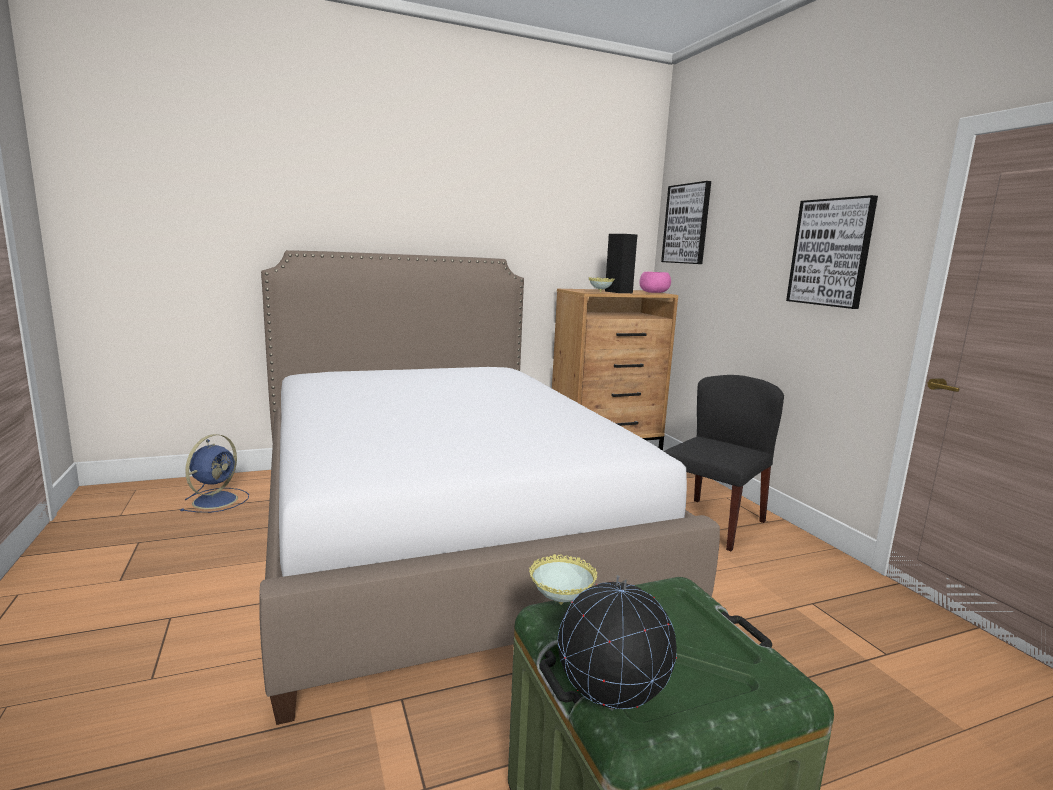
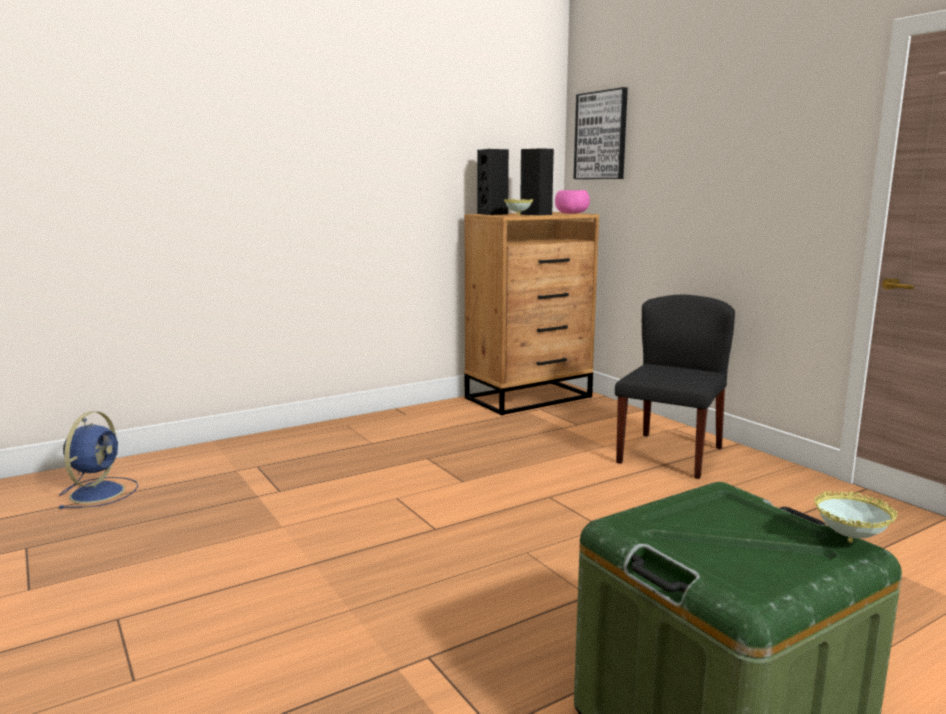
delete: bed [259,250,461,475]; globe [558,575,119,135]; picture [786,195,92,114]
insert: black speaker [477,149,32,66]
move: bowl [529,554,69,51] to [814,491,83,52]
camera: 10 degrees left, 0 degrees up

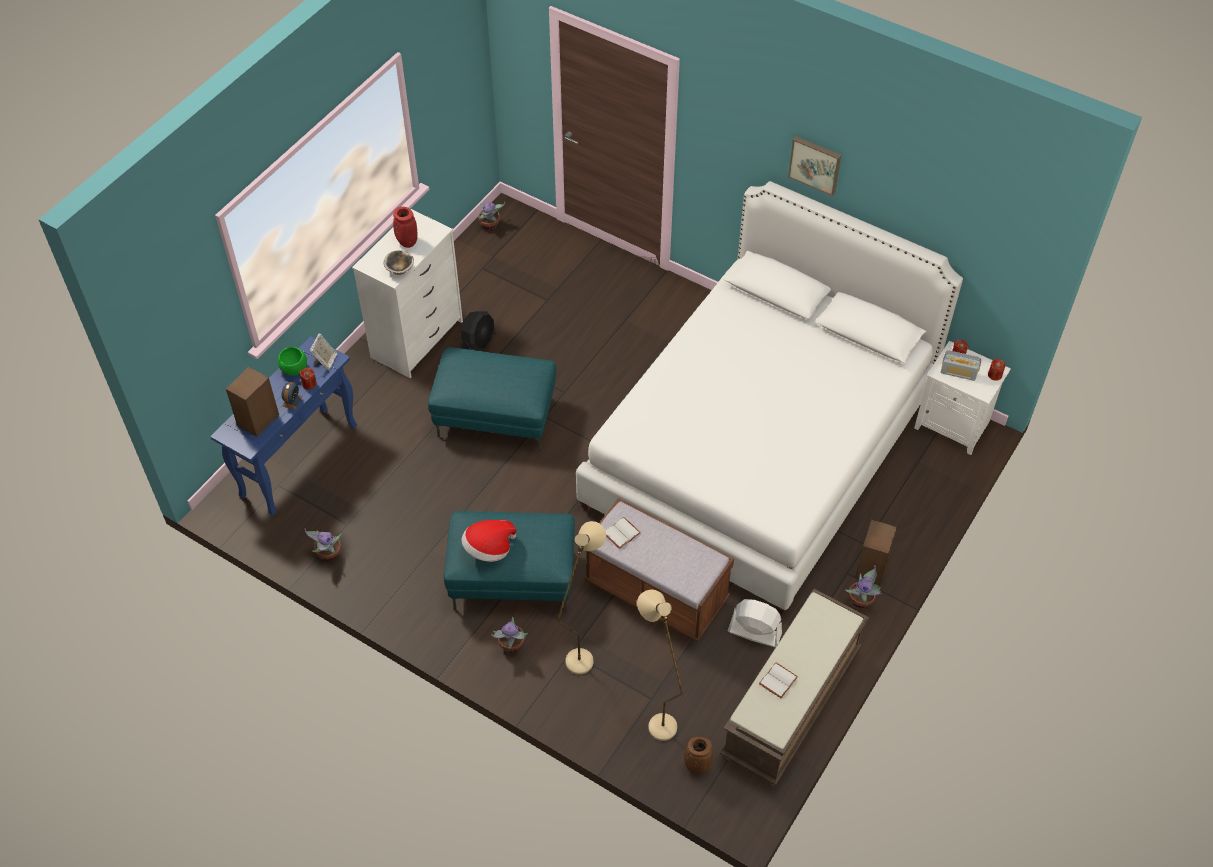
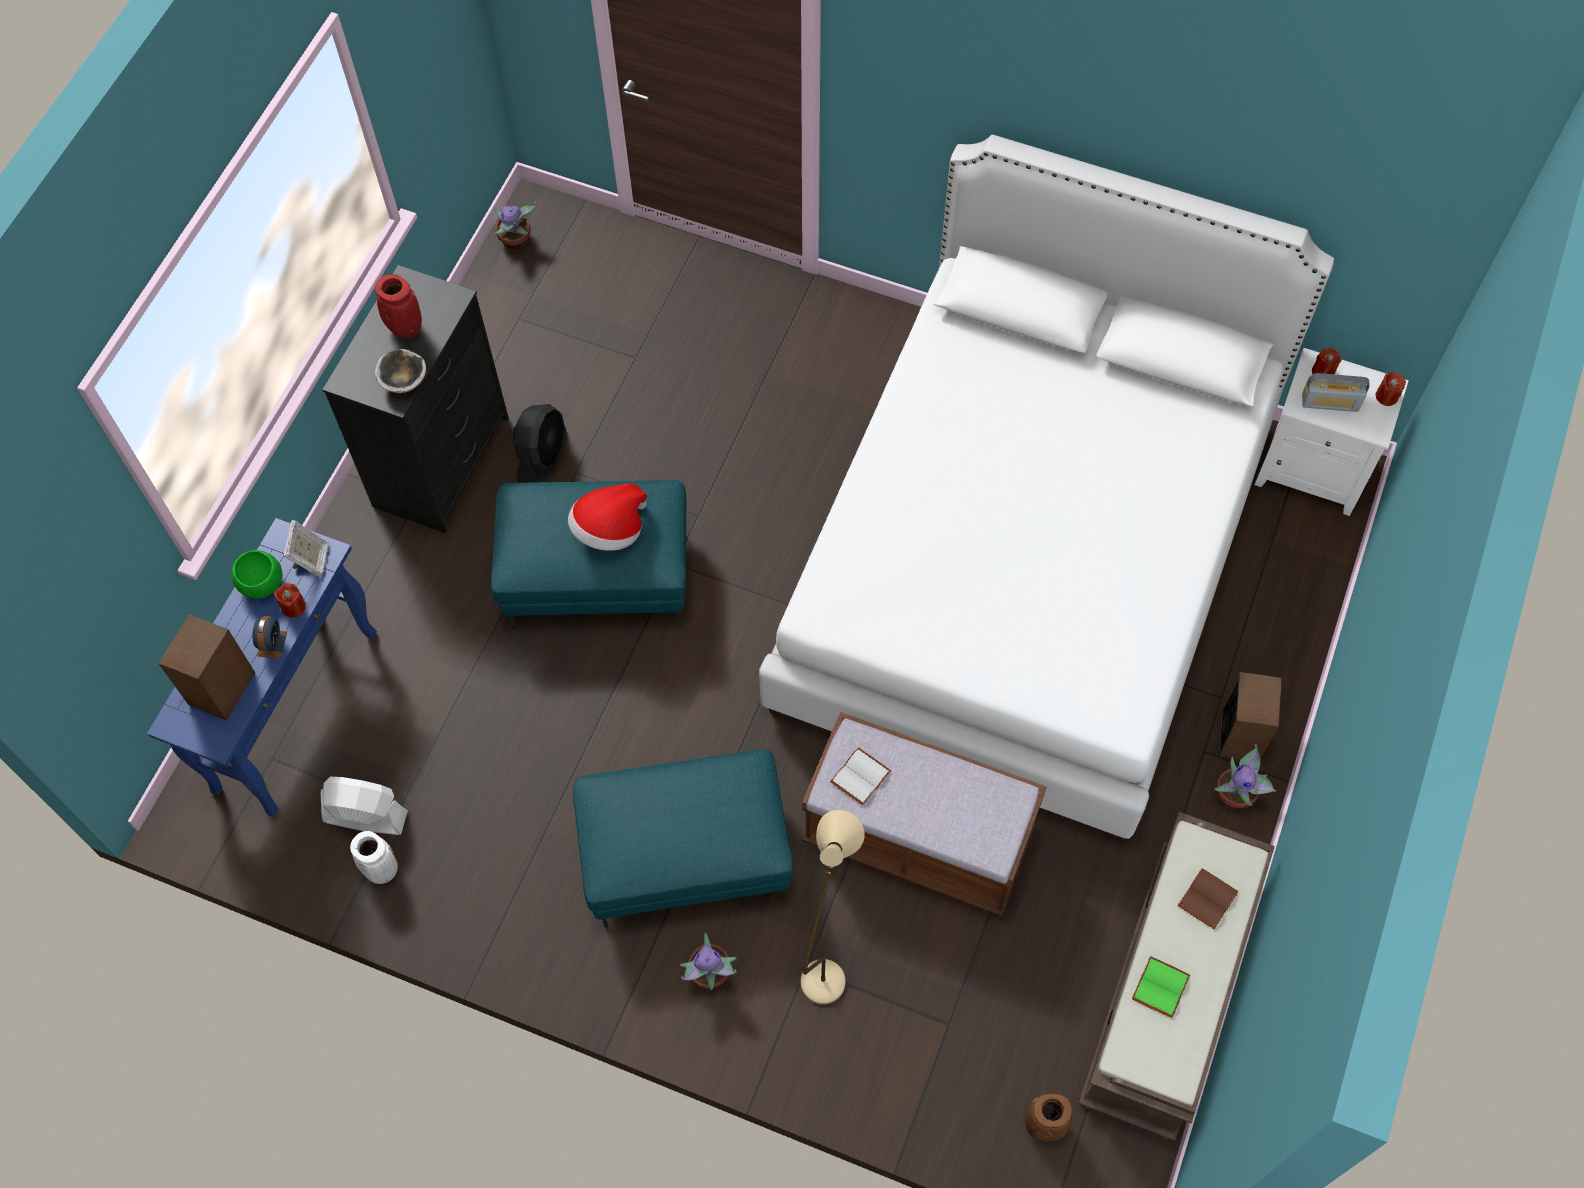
delete: beige floor lamp [637,590,46,151]; picture [788,136,53,60]
insert: brown book [1178,868,61,61]
move: hat [462,520,55,42] to [568,483,79,68]; white fan [728,599,54,48] to [321,777,87,58]
replace: potted plant [304,528,37,33] to white vase [350,831,48,53]
recolor: white dresser [352,209,111,169] to black dresser [322,265,187,268]; white book [759,663,39,35] to green book [1132,956,58,62]
camera: 10 degrees left, 10 degrees up

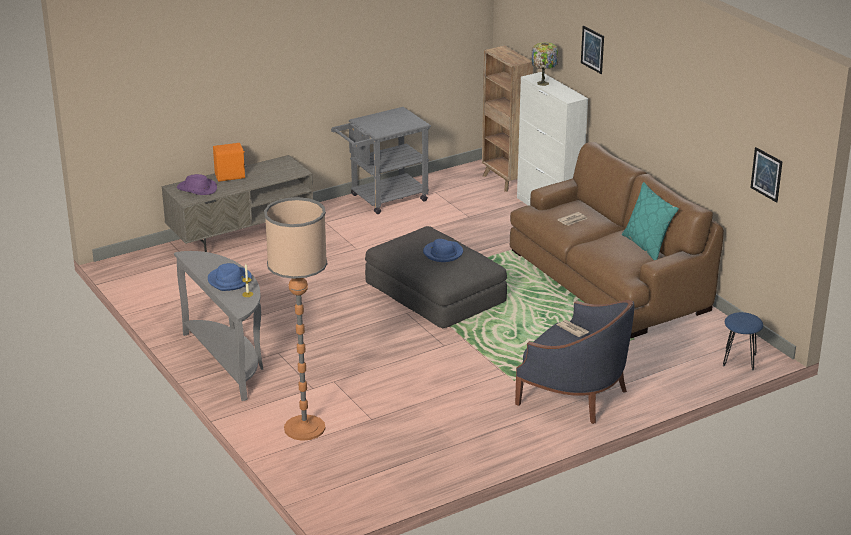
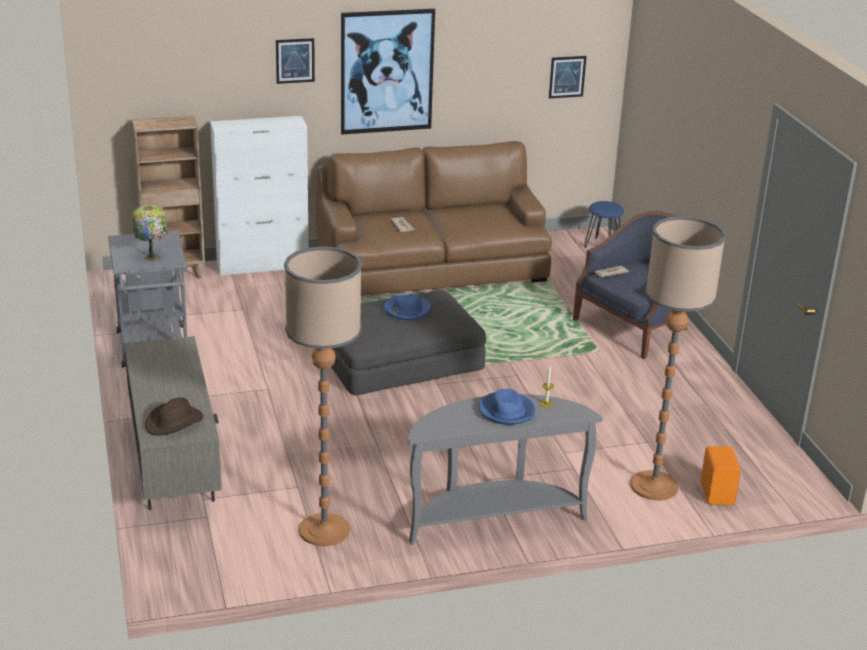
delete: turquoise pillow [622,182,57,78]
insert: floor lamp [284,246,78,300]; picture [341,9,94,125]
move: orange speaker [213,143,33,39] to [701,446,40,59]; table lamp [532,42,26,44] to [132,205,36,56]
recolor: purple hat [177,174,40,21] to brown hat [145,398,58,38]
camera: 75 degrees left, 0 degrees up

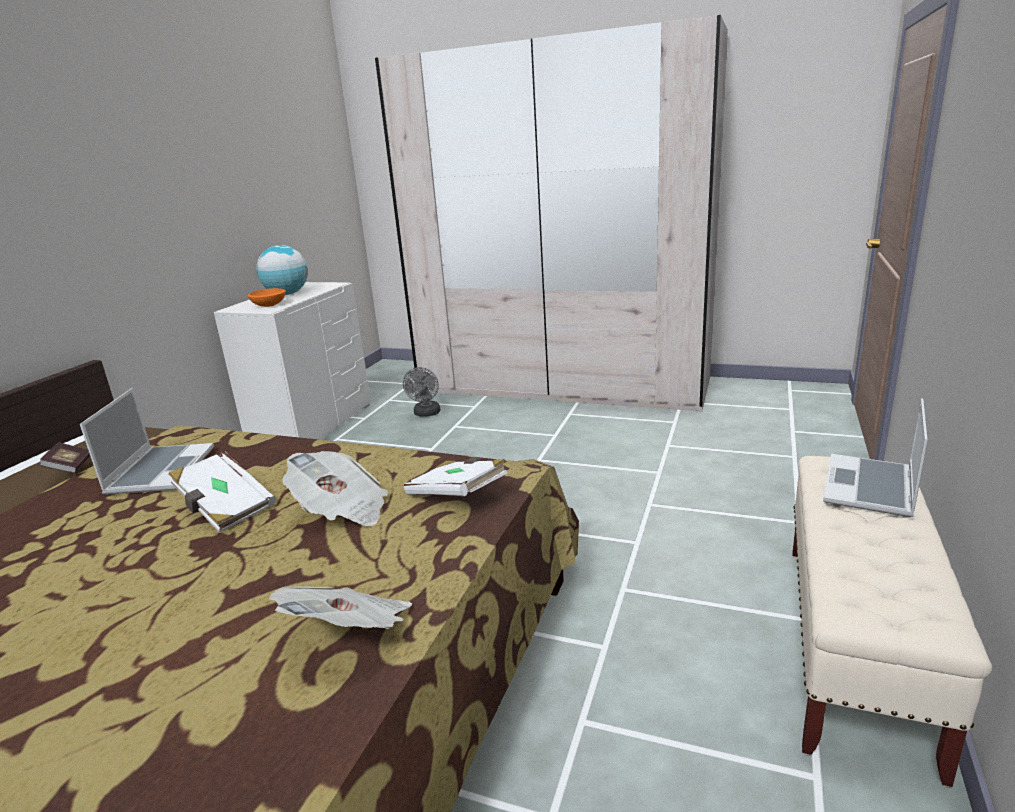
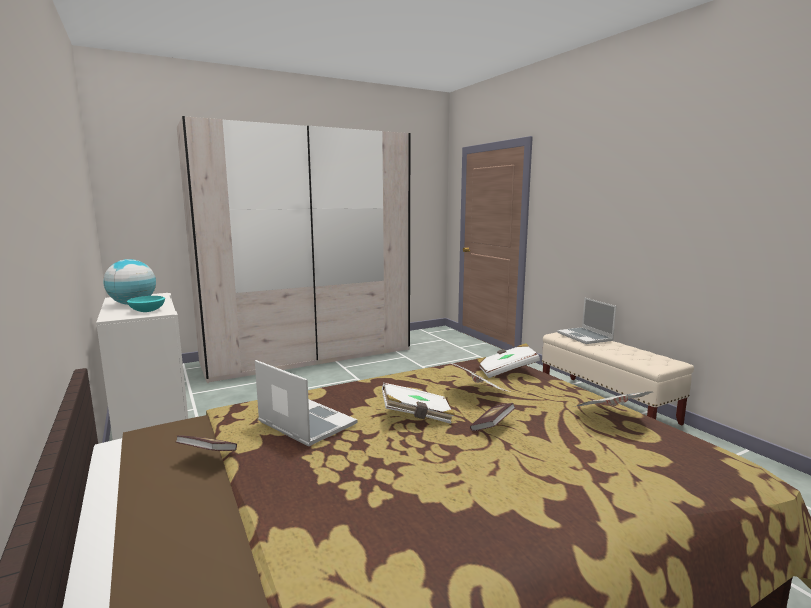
delete: grey fan [403,367,37,50]
insert: book [470,403,46,28]
recolor: orange bowl [248,288,38,19] to turquoise bowl [127,296,38,16]
camera: 50 degrees left, 10 degrees down

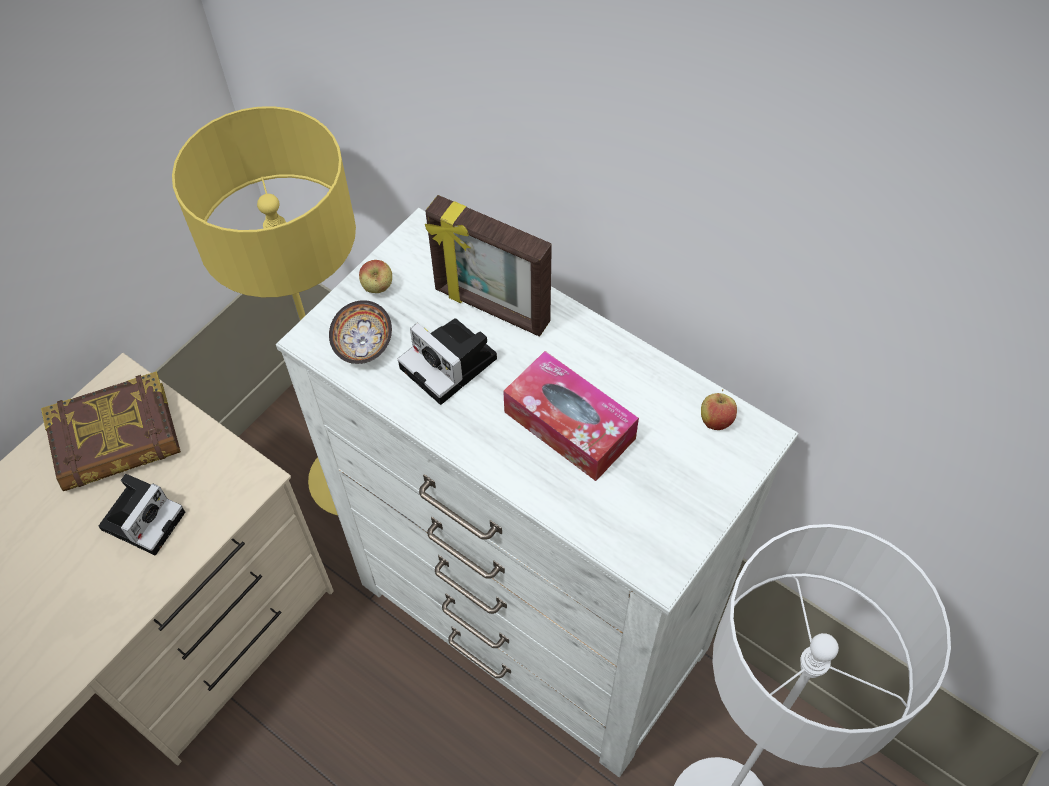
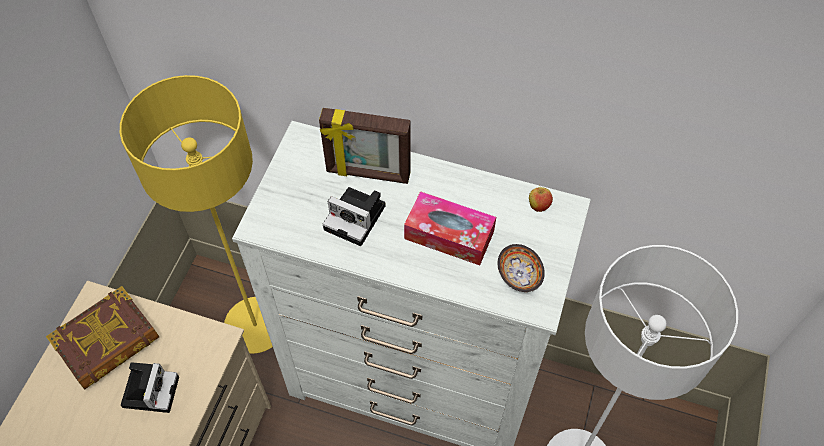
delete: apple [359,260,33,33]
move: bowl [329,300,63,64] to [498,244,47,48]
camera: 20 degrees left, 0 degrees up

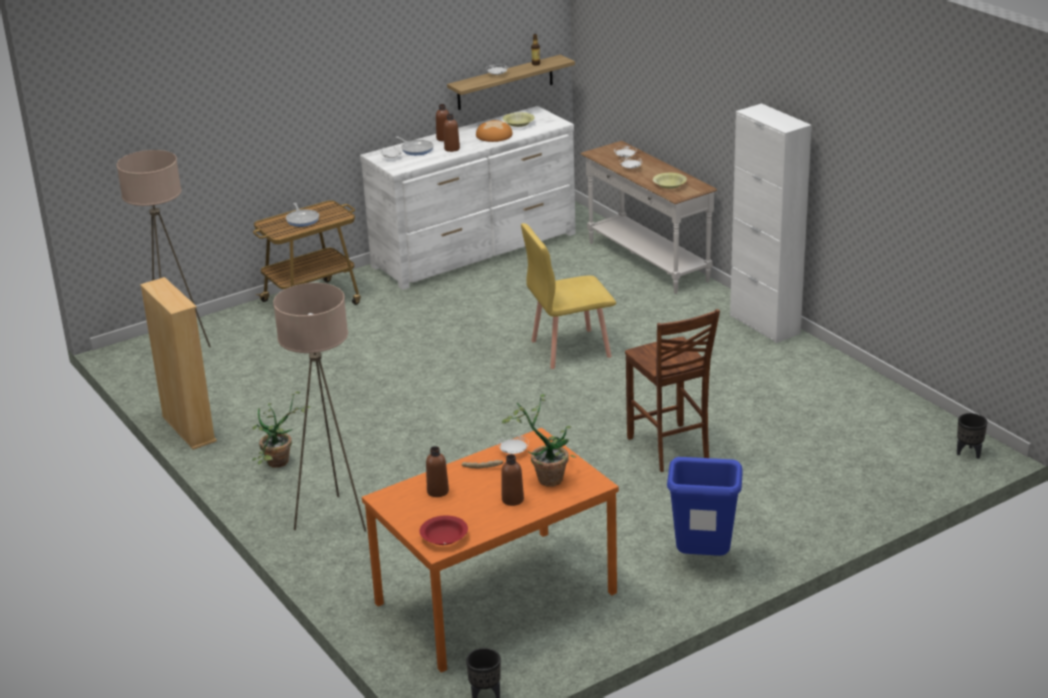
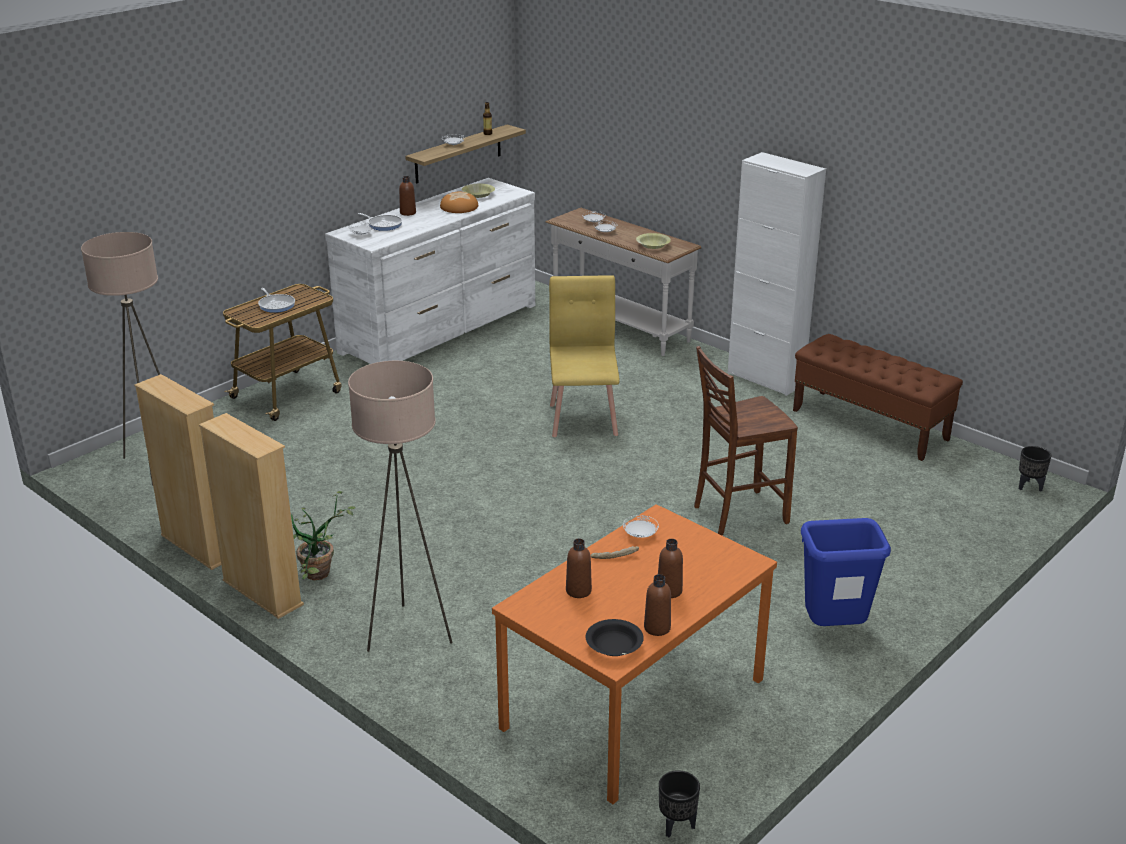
delete: potted plant [502,394,74,92]
insert: beige bookcase [199,413,105,206]; brown bench [793,334,170,127]
move: brown bottle [444,114,16,38] to [644,574,27,62]
recolor: red bowl [420,516,48,29] to black bowl [586,619,58,37]
rotate: yellow chair [521,223,95,146] = [549,275,71,162] 120 degrees clockwise; brown chair [625,309,95,163] = [694,346,104,189] 105 degrees clockwise
camera: 15 degrees left, 0 degrees up

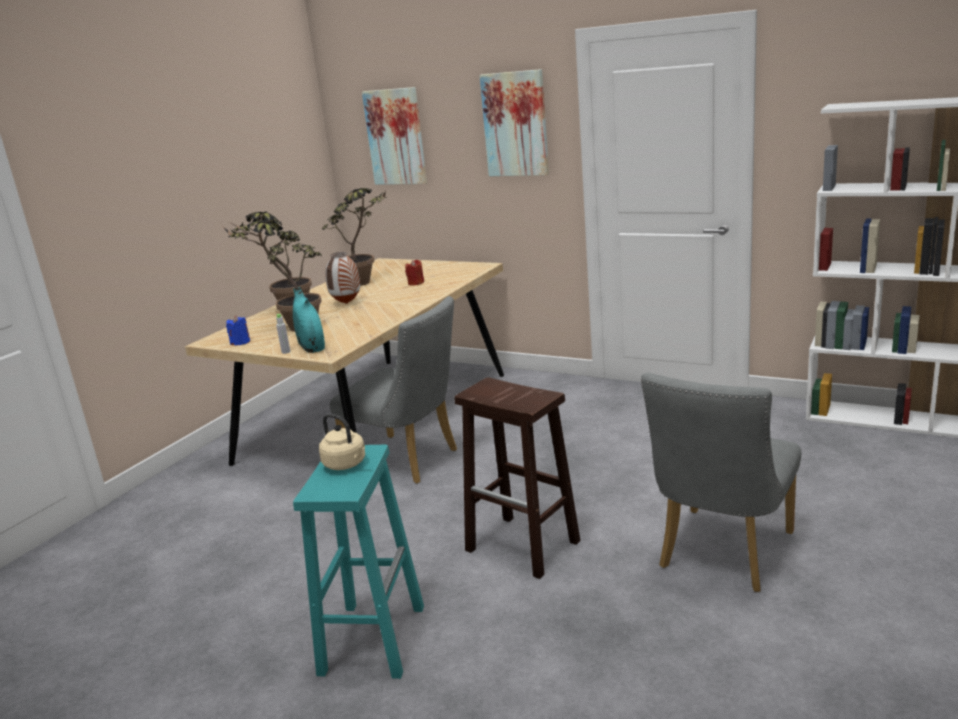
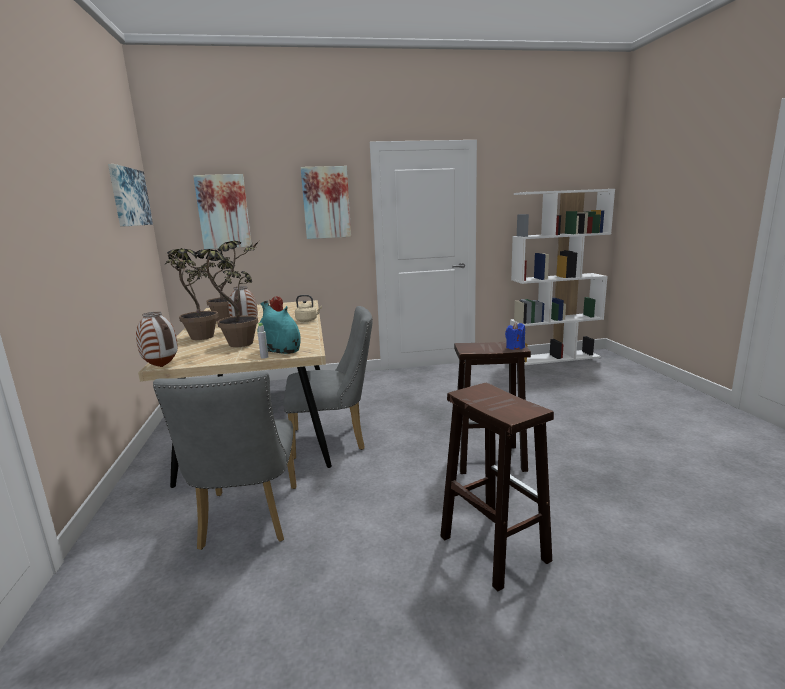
insert: picture [108,164,45,63]; vase [136,312,42,55]
move: blue candle [226,316,24,29] to [505,322,20,28]; beige kettle [319,414,46,56] to [295,295,27,27]; grey chair [641,373,160,219] to [153,371,144,179]
recolor: turquoise stool [293,445,131,234] to brown stool [440,383,114,208]
camera: 40 degrees left, 5 degrees down

